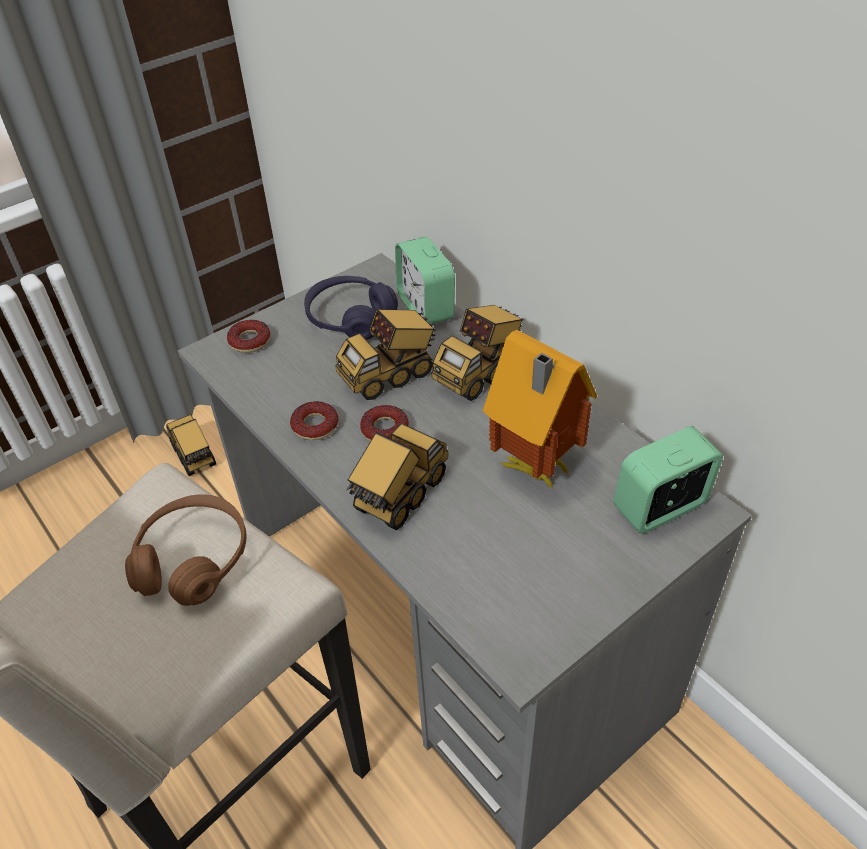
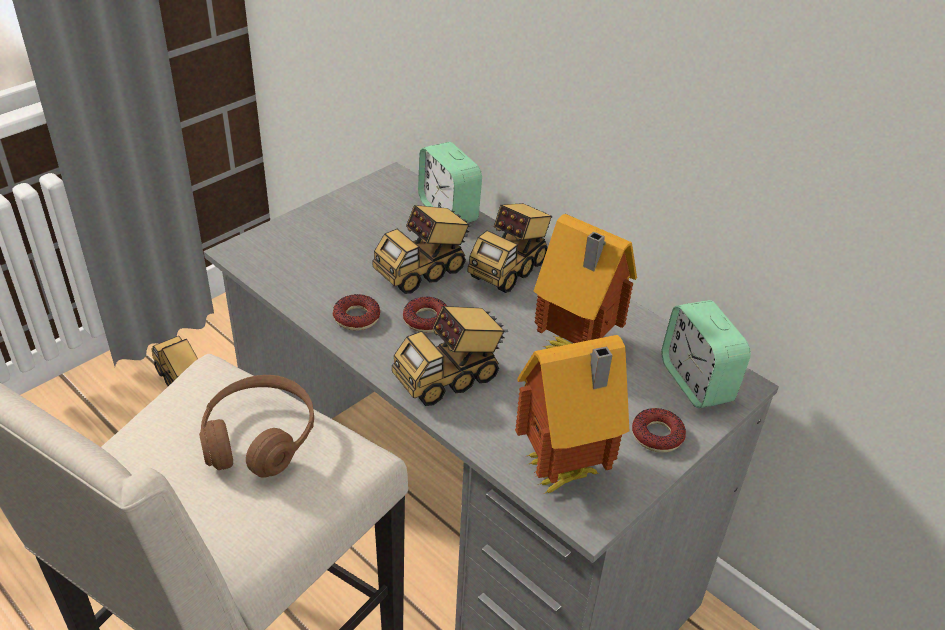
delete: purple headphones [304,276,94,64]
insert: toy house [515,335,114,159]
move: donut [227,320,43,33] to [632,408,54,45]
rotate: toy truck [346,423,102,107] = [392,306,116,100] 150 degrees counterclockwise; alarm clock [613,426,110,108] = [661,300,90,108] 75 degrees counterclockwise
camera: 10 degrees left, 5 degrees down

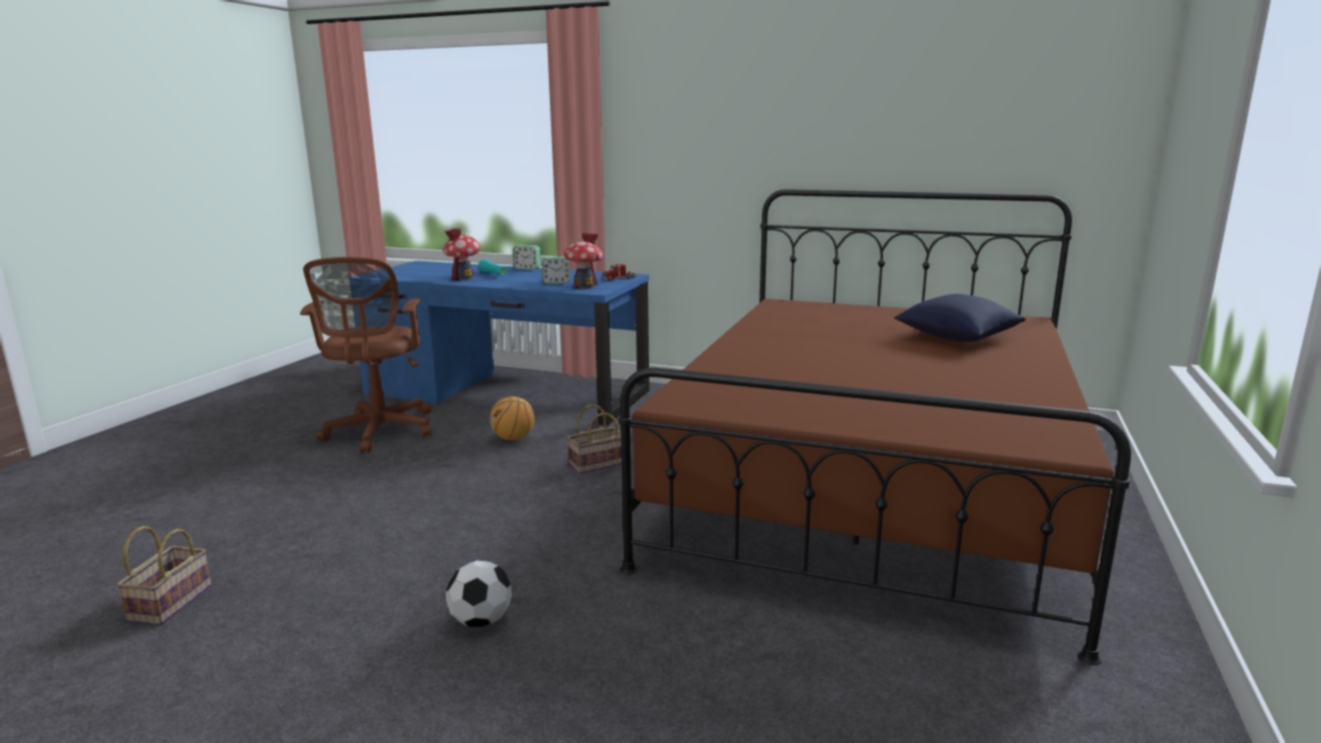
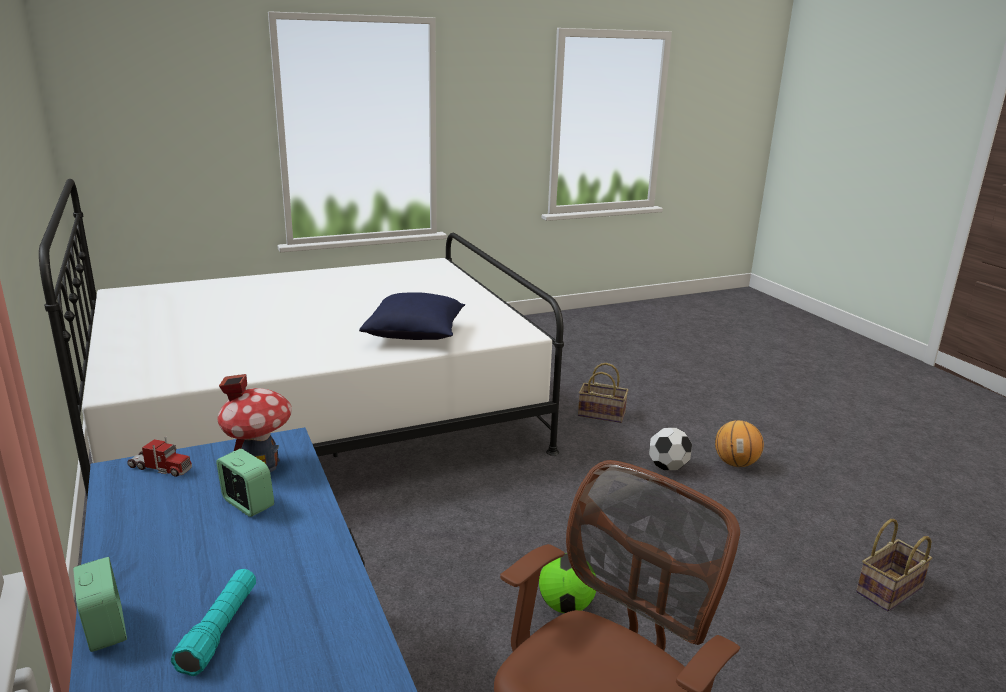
delete: toy house [443,228,38,53]
insert: football [539,553,57,60]
move: basketball [490,396,45,45] to [715,420,49,47]; basket [567,404,55,70] to [578,363,50,60]; blue pillow [894,294,132,48] to [359,293,106,47]
recolor: brown bed [619,189,512,476] to white bed [39,179,525,318]
camera: 135 degrees left, 5 degrees up

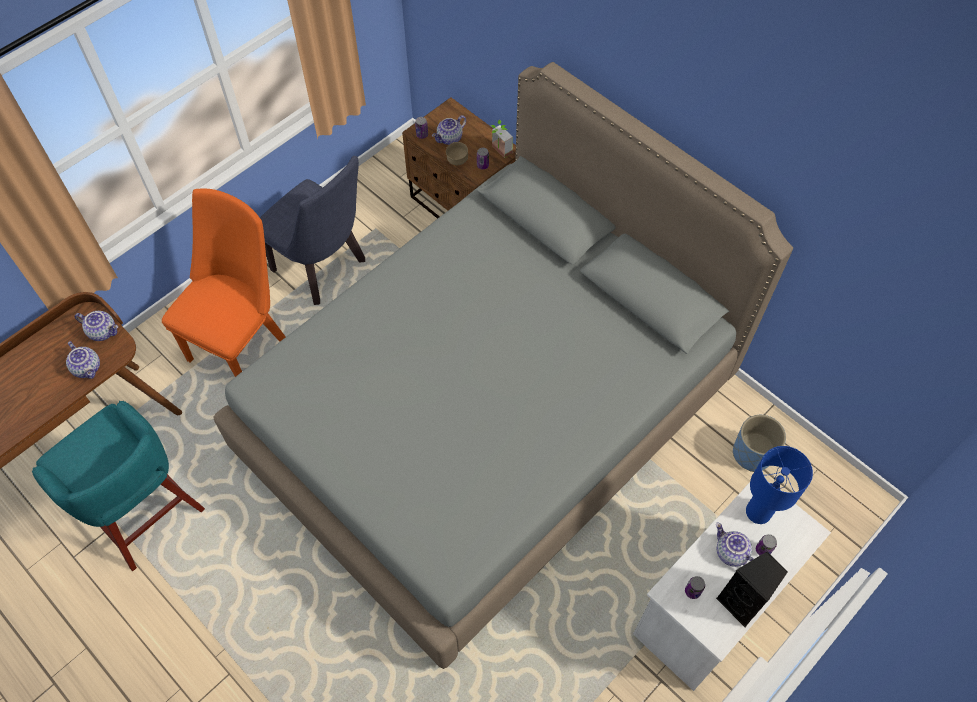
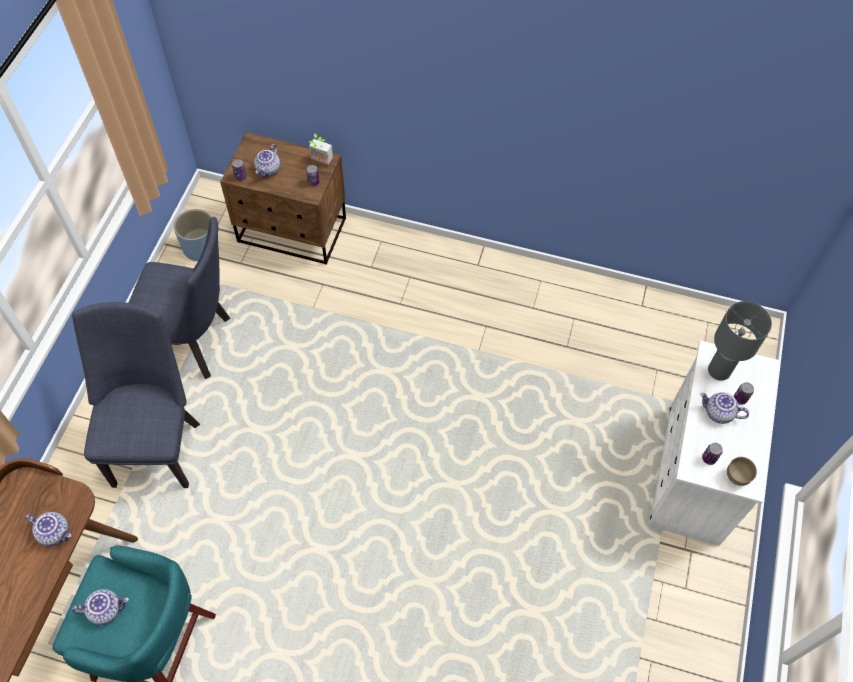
delete: grey bed [214,62,579,607]; black speaker [716,551,72,76]
move: teapot [75,311,43,30] to [72,589,57,36]; brown bowl [446,142,22,23] to [727,457,30,29]; blue planter [733,415,53,57] to [174,209,37,52]
recolor: orange chair [162,189,124,188] to blue chair [72,302,128,186]; blue table lamp [746,446,67,78] to grey table lamp [708,301,64,80]
camera: 30 degrees left, 0 degrees up

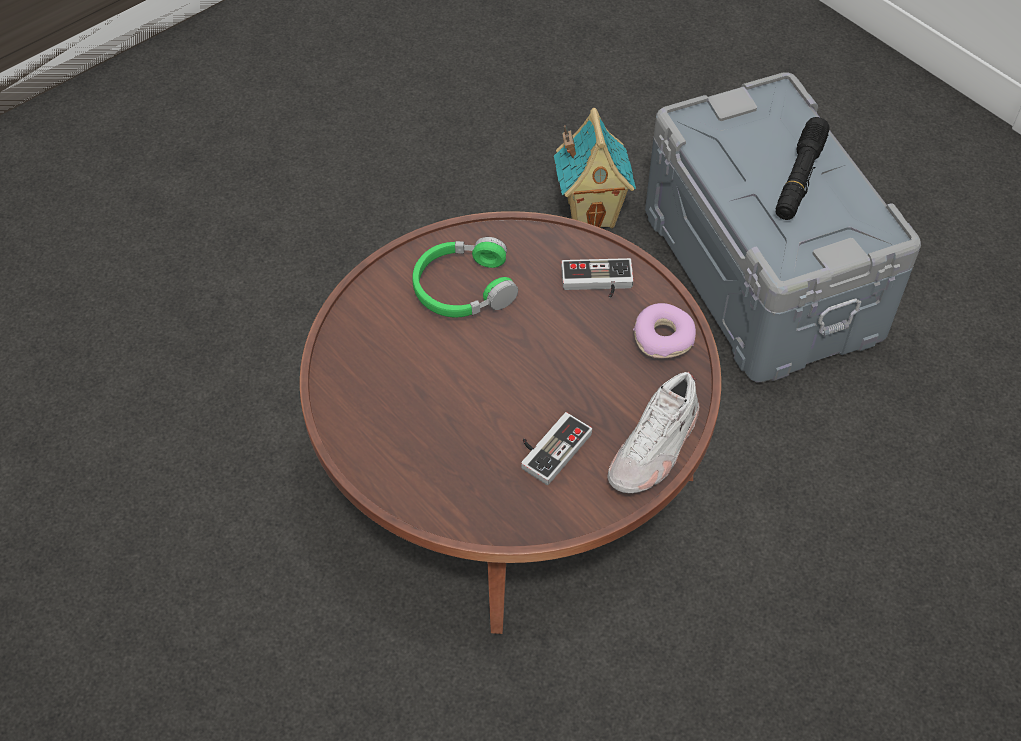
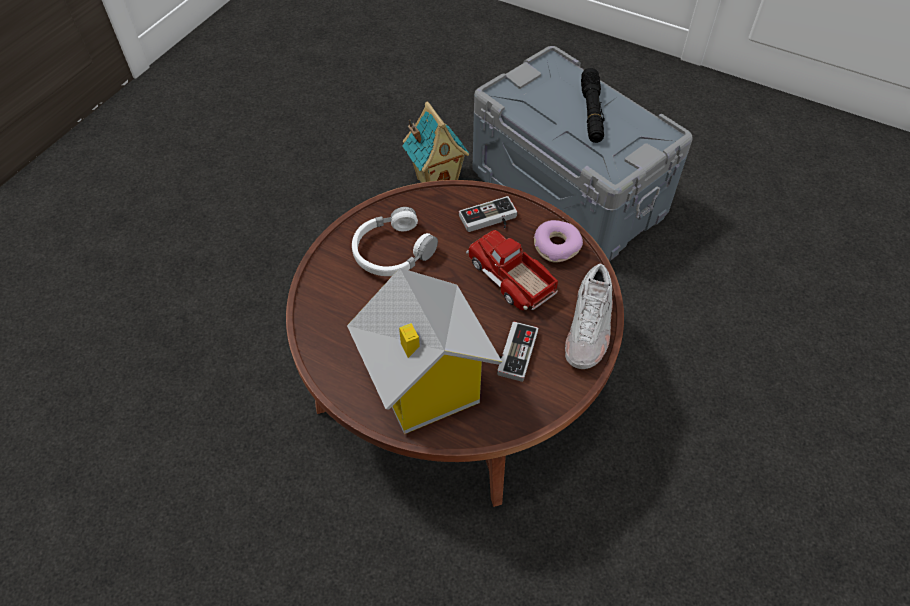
insert: toy house [347,268,155,166]; toy truck [466,230,92,80]
recolor: green headphones [412,237,106,80] to white headphones [352,207,86,69]
camera: 20 degrees left, 0 degrees up

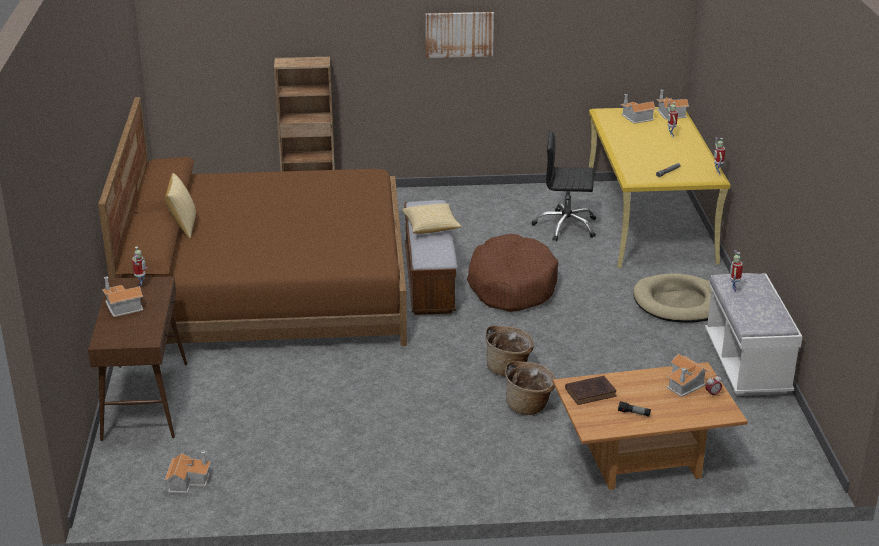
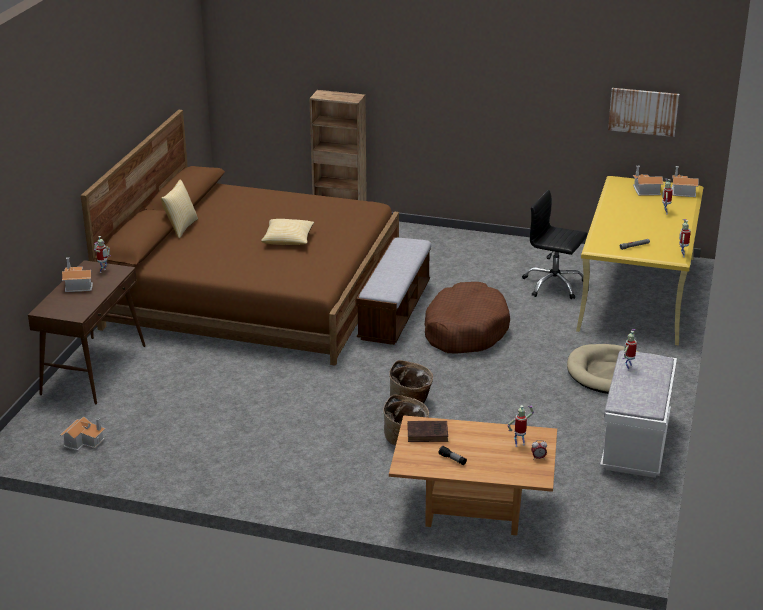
move: pillow [402,204,60,30] to [261,219,53,26]; picture [425,12,69,46] to [608,88,71,49]
replace: toy house [666,354,43,43] to toy robot [507,405,27,42]
camera: 20 degrees right, 0 degrees up

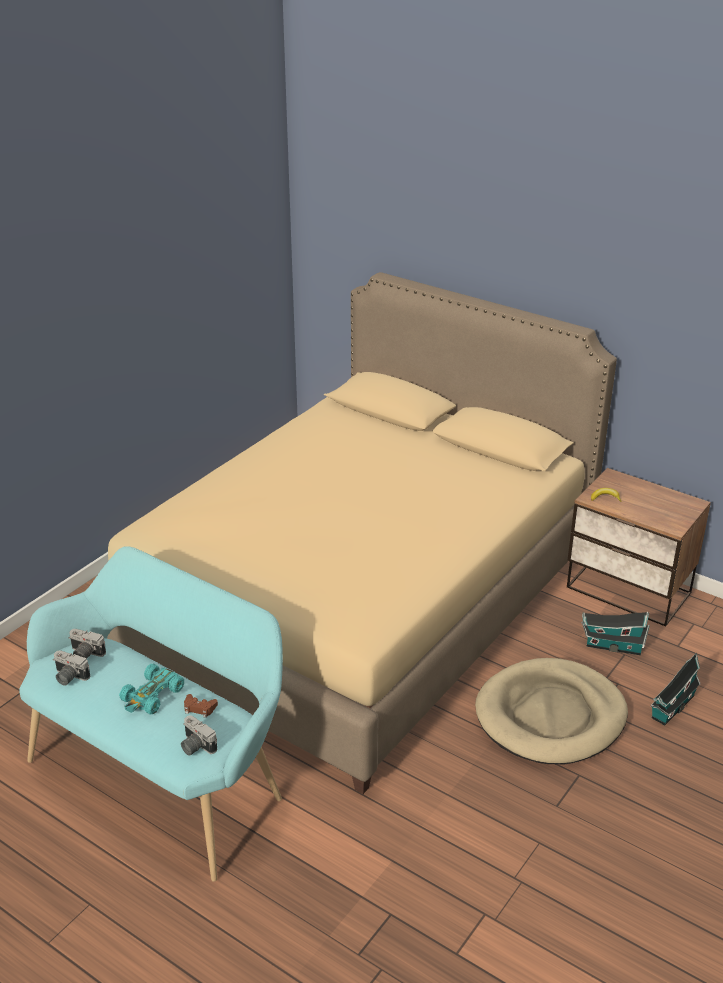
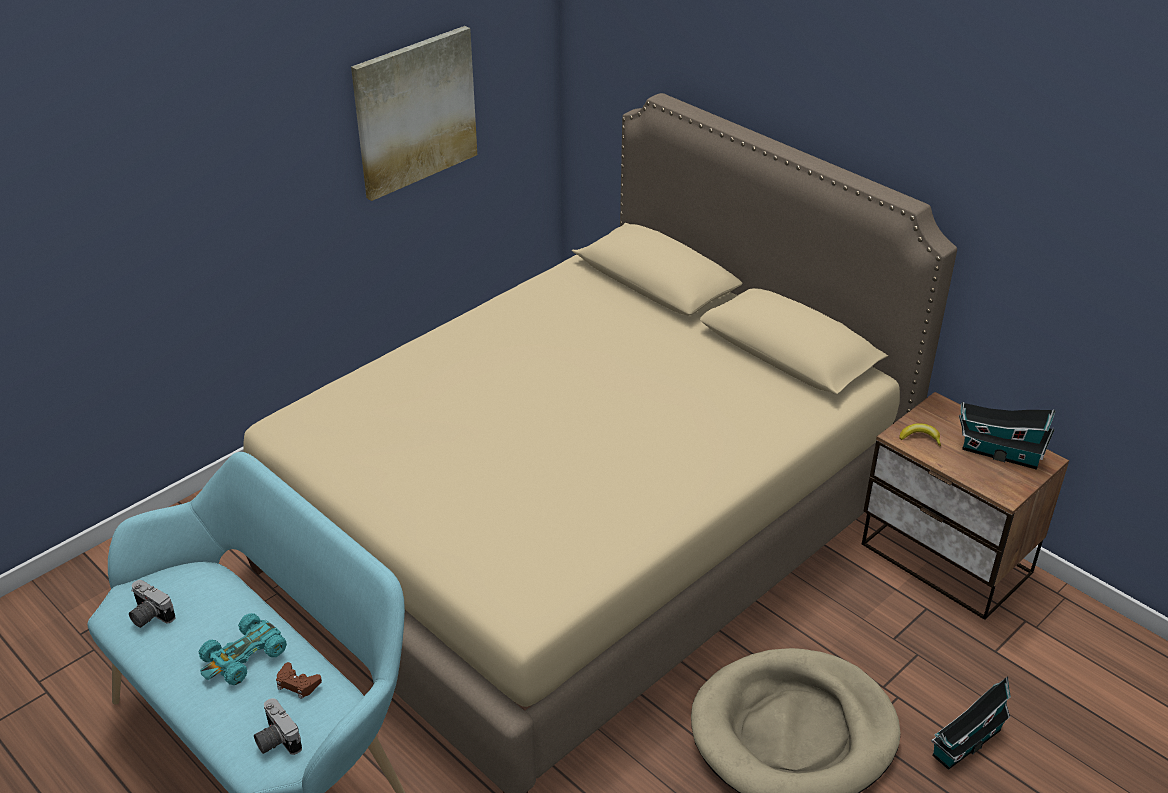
delete: photo camera [68,629,38,29]
insert: picture [351,26,126,175]
move: toy house [581,612,69,43] to [959,402,97,68]
camera: 10 degrees right, 5 degrees up

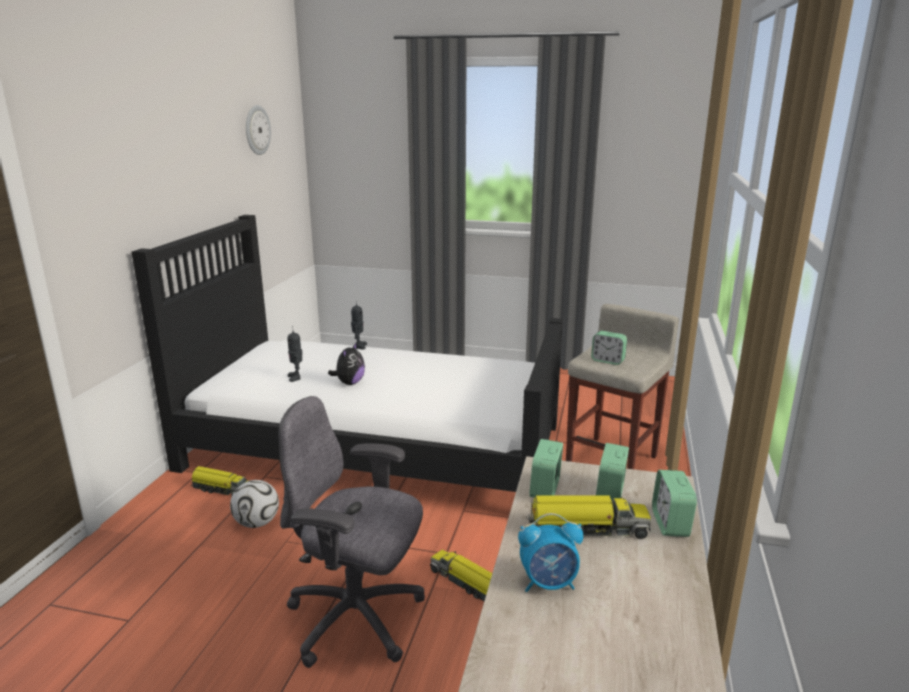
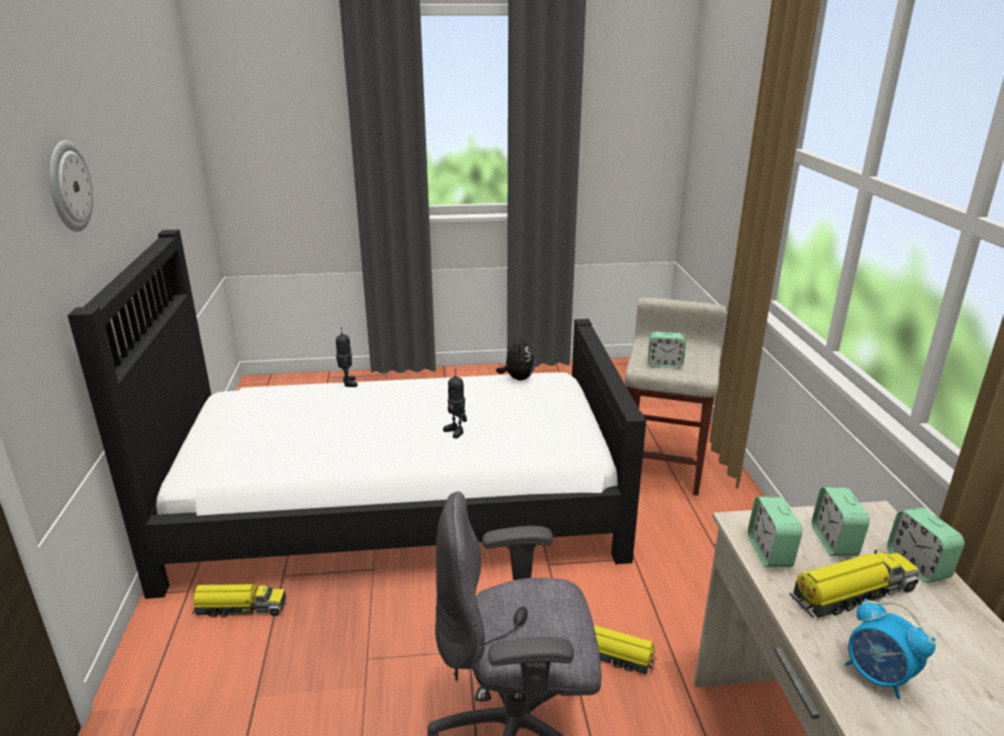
delete: football [230,480,49,48]
move: wall clock [246,105,25,50] to [49,140,44,92]; toy robot [288,326,14,56] to [443,369,24,70]; plush toy [328,342,37,43] to [496,334,39,47]
rotate: alarm clock [518,513,65,79] = [845,599,91,100] 75 degrees clockwise
camera: 20 degrees left, 5 degrees up

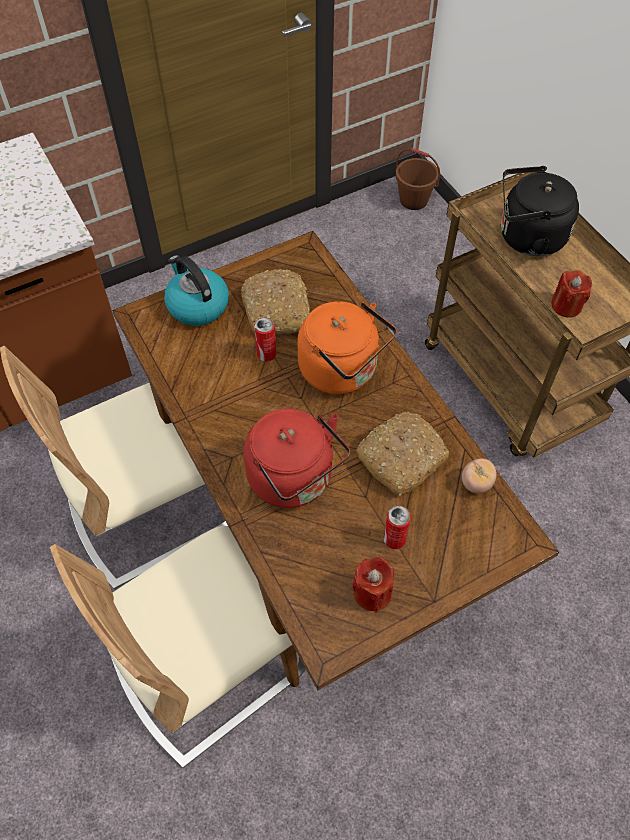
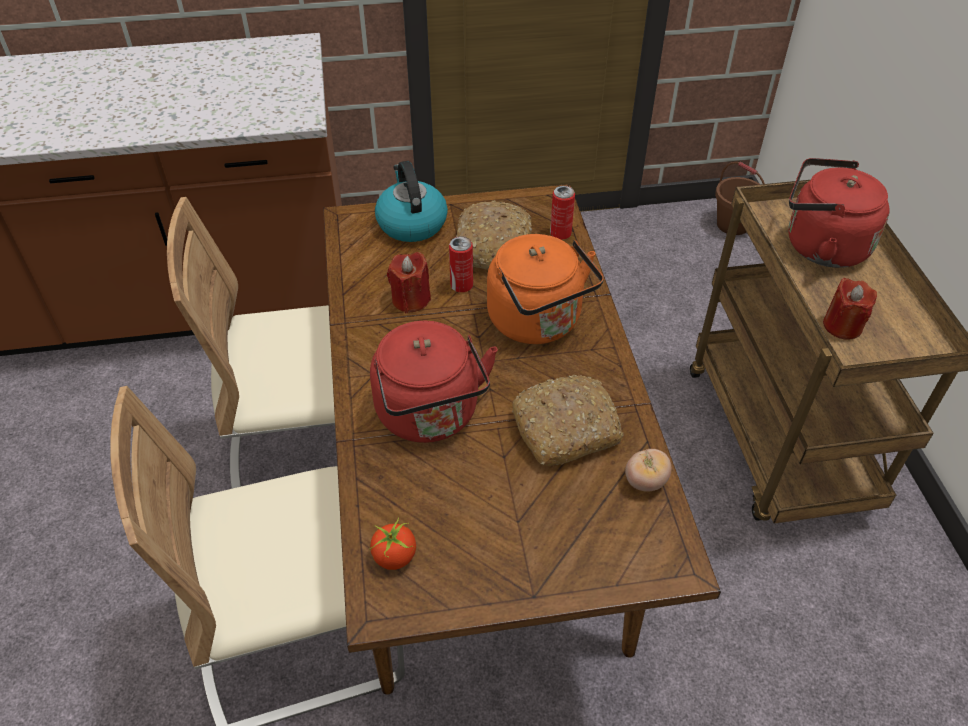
insert: tomato [370,517,46,53]
move: red candle [352,557,42,56] to [387,252,44,61]; can [384,506,27,43] to [550,186,25,54]
recolor: black kettle [501,166,78,90] to red kettle [788,158,102,110]
camera: 20 degrees right, 10 degrees down

